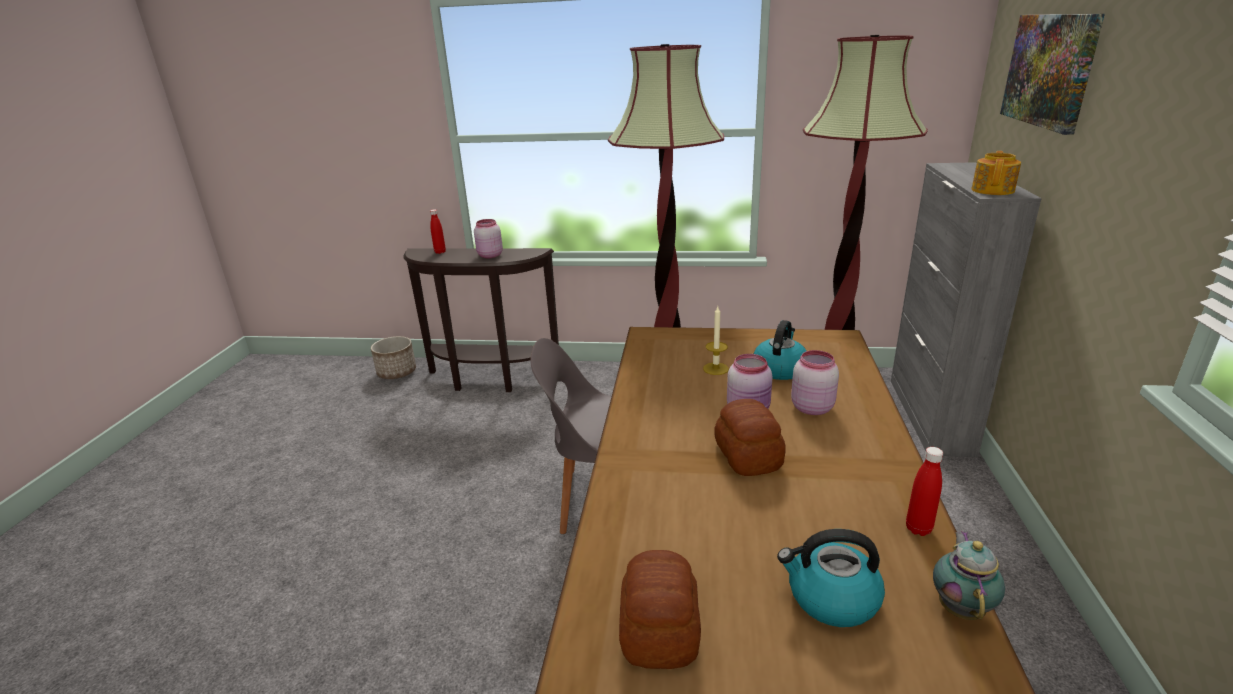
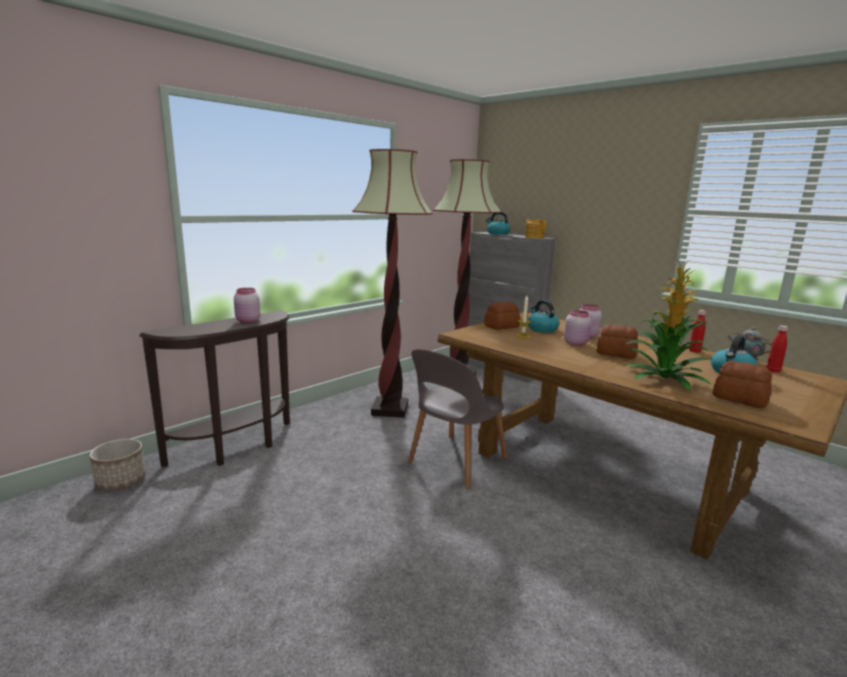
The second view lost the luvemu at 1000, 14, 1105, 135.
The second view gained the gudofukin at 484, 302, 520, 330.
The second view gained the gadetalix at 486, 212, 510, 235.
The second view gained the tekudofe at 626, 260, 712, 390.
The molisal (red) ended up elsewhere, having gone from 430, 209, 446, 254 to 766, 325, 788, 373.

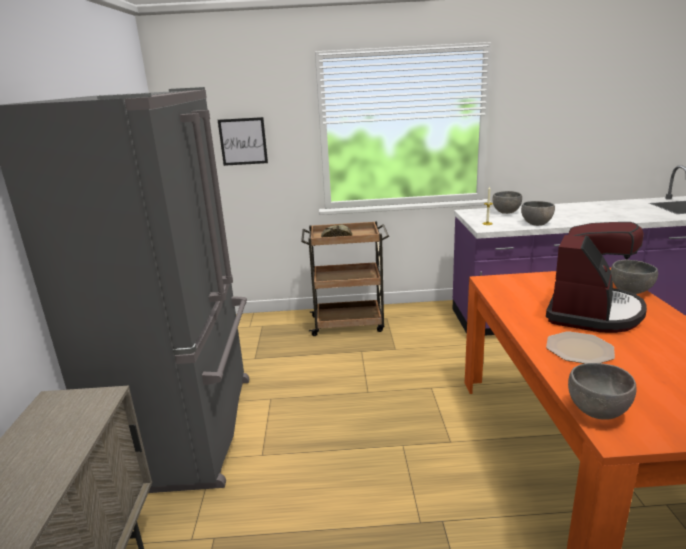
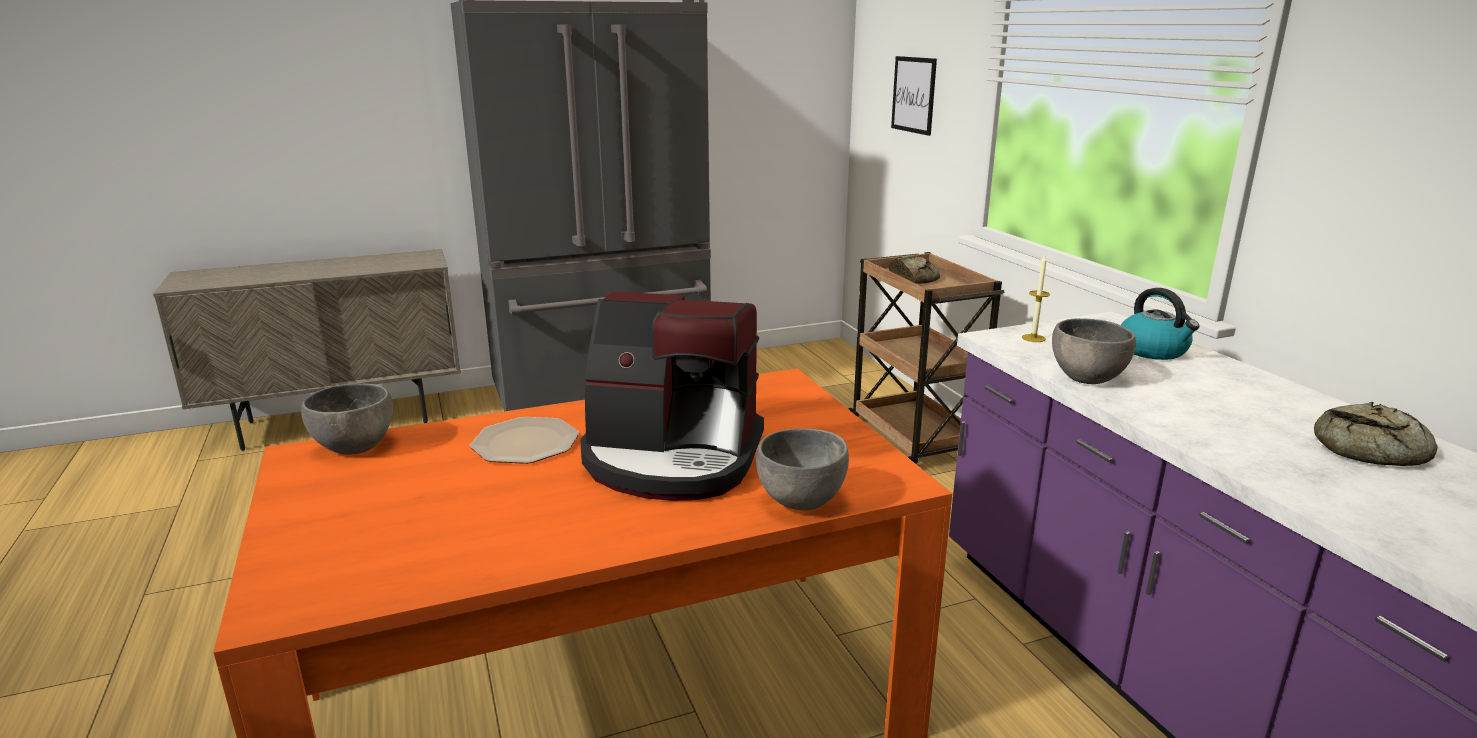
The second view gained the gudofukin at 1314, 402, 1438, 466.
Where the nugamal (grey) stood at 492, 191, 522, 214, the gadetalix came to stand at 1121, 288, 1200, 360.

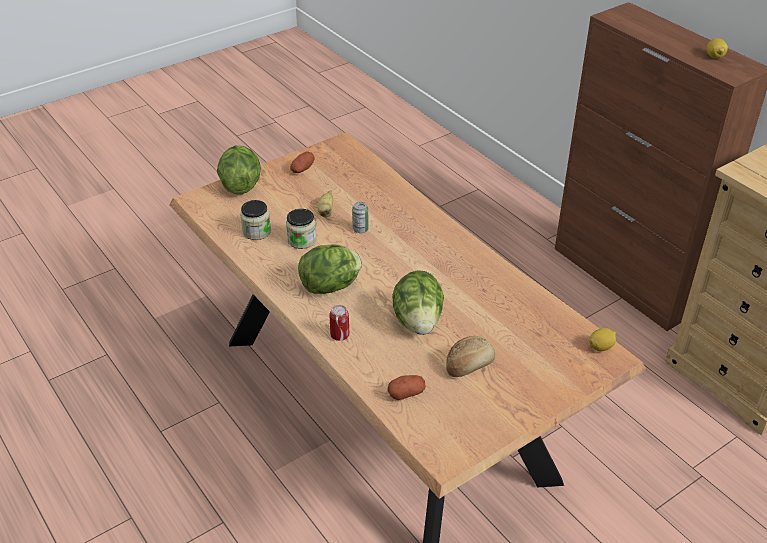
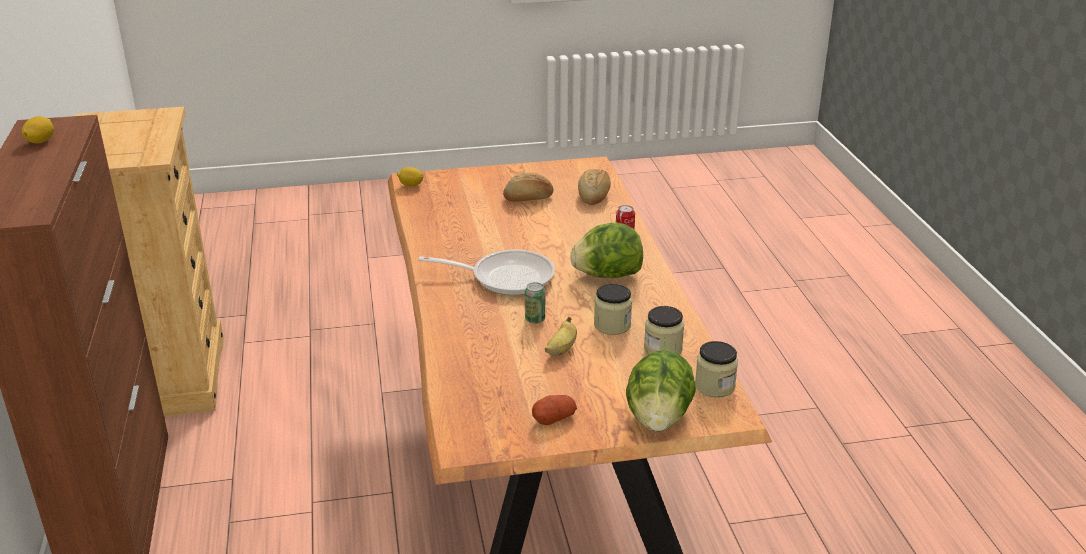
The second view lost the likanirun at 392, 270, 444, 335.
The second view gained the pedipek at 418, 250, 555, 295.
The second view gained the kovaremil at 695, 341, 738, 398.
Where the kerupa stood at 388, 375, 426, 400, the gudofukin came to stand at 578, 169, 611, 205.

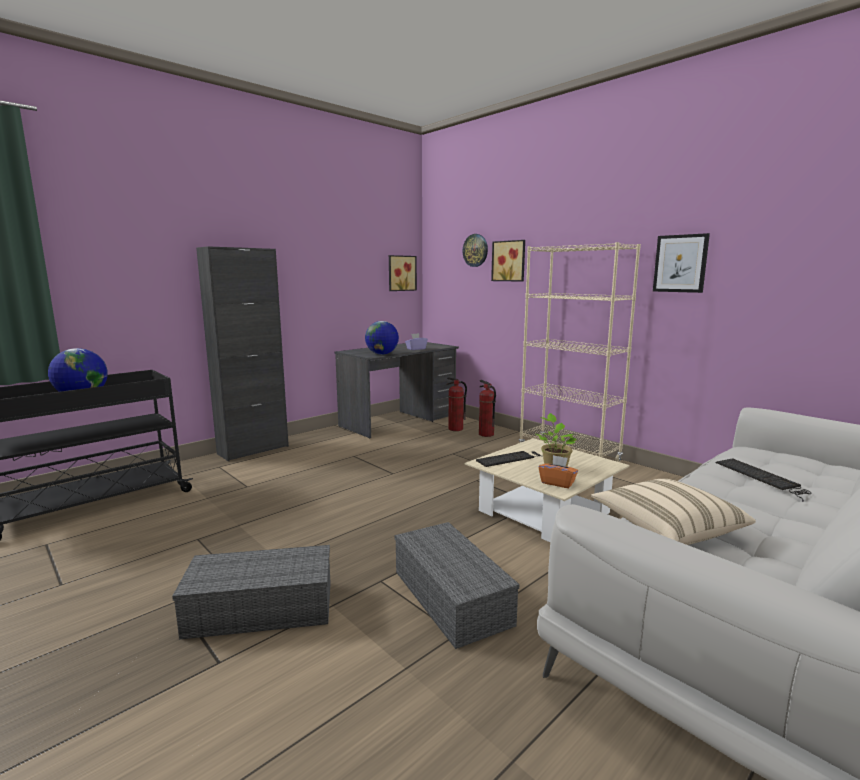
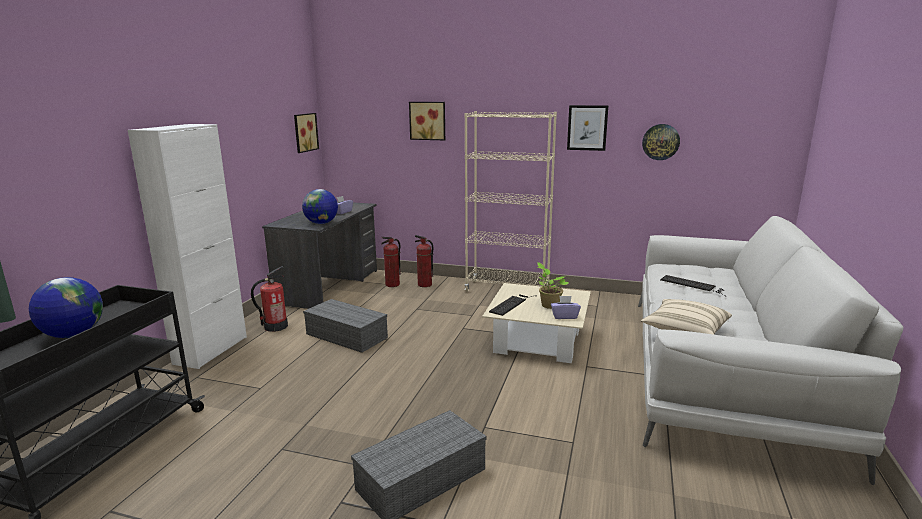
The second view gained the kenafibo at 251, 266, 288, 332.
The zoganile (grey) ended up elsewhere, having gone from 394, 522, 519, 649 to 303, 299, 388, 353.
The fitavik ended up elsewhere, having gone from 462, 234, 488, 267 to 642, 124, 680, 160.
What was the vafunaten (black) at 196, 246, 289, 461 turned into the vafunaten (white) at 128, 124, 247, 369.
What was the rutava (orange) at 538, 455, 578, 488 turned into the rutava (purple) at 551, 296, 581, 319.

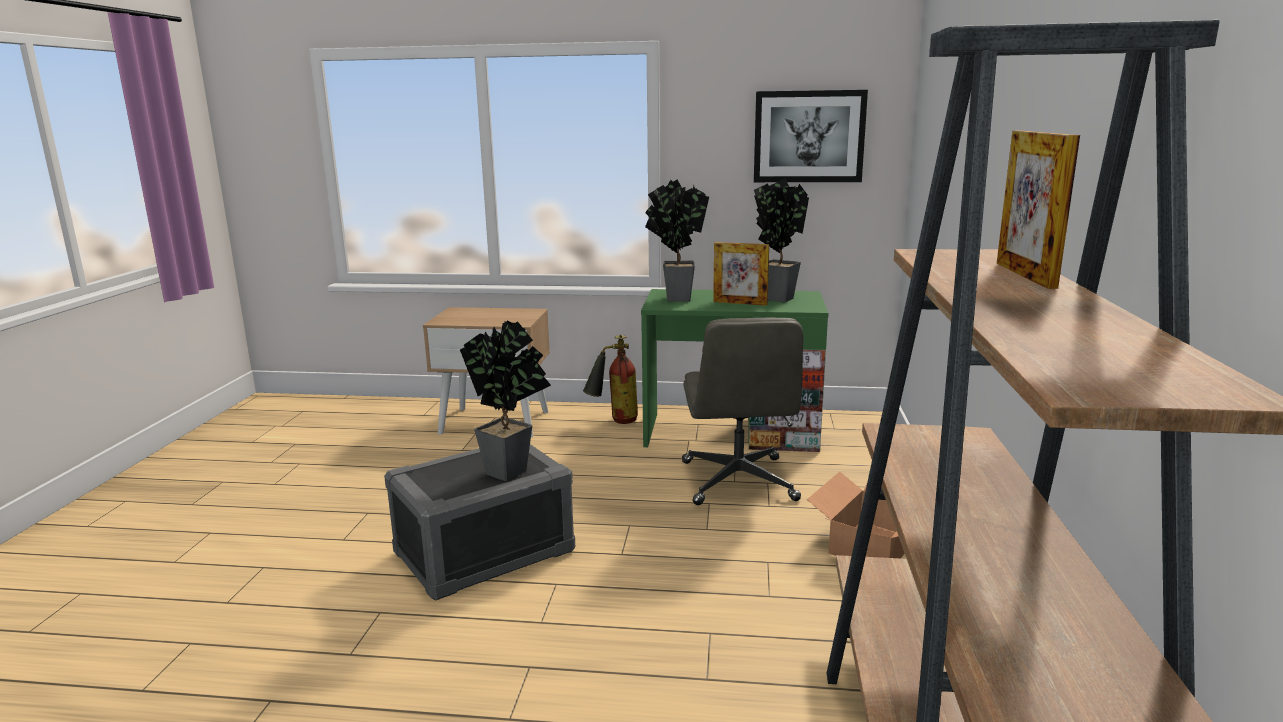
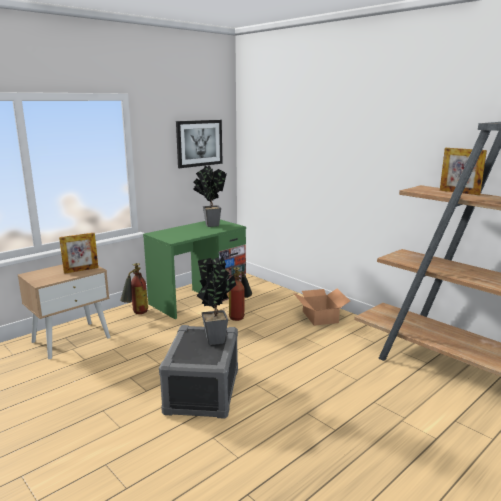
The second view lost the tekudofe at 645, 180, 709, 302.
The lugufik ended up elsewhere, having gone from 713, 242, 769, 306 to 59, 233, 98, 274.
Where the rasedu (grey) stood at 682, 318, 803, 505, the kenafibo came to stand at 229, 267, 252, 321.

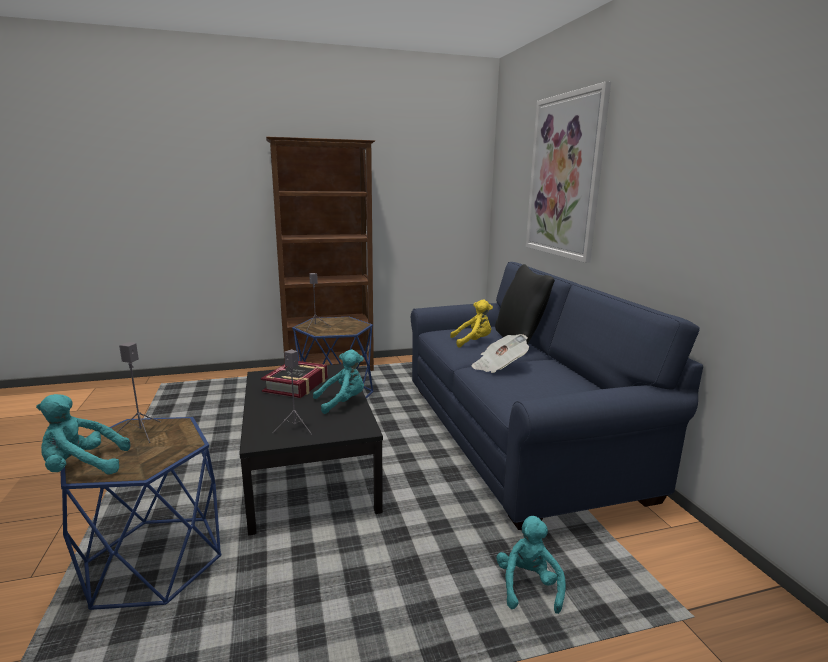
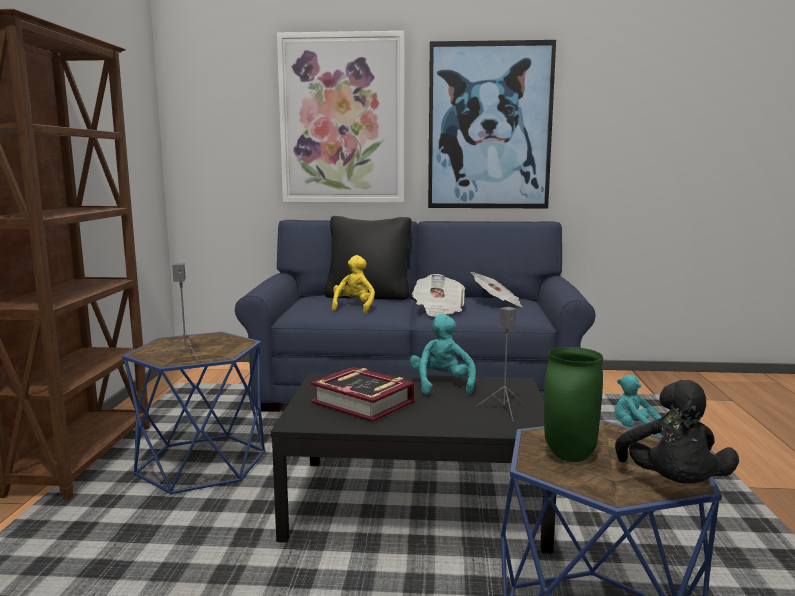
The second view gained the luvemu at 428, 40, 556, 208.
The second view gained the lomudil at 471, 272, 522, 307.
Where the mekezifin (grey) stood at 117, 342, 161, 443, the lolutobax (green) came to stand at 544, 347, 603, 462.
What was the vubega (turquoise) at 36, 394, 130, 474 turned into the vubega (black) at 615, 380, 739, 484.

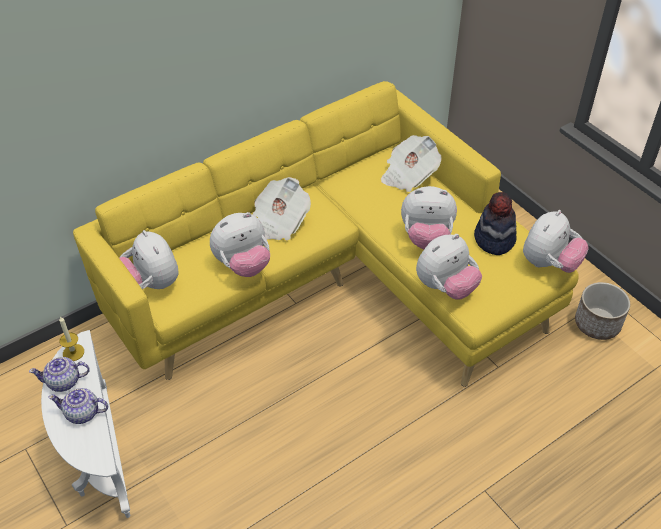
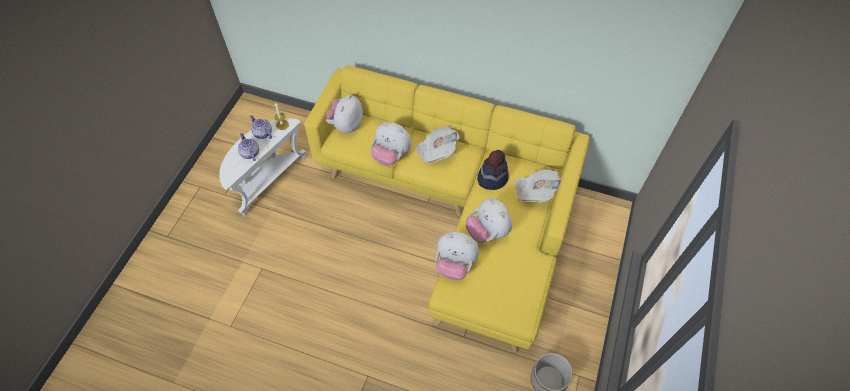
The second view lost the vubega at 523, 210, 589, 273.
The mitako ended up elsewhere, having gone from 474, 192, 517, 255 to 477, 150, 509, 190.

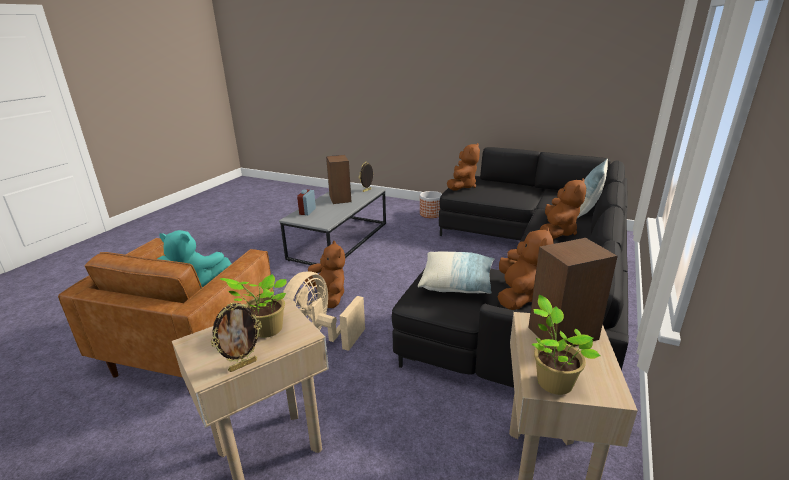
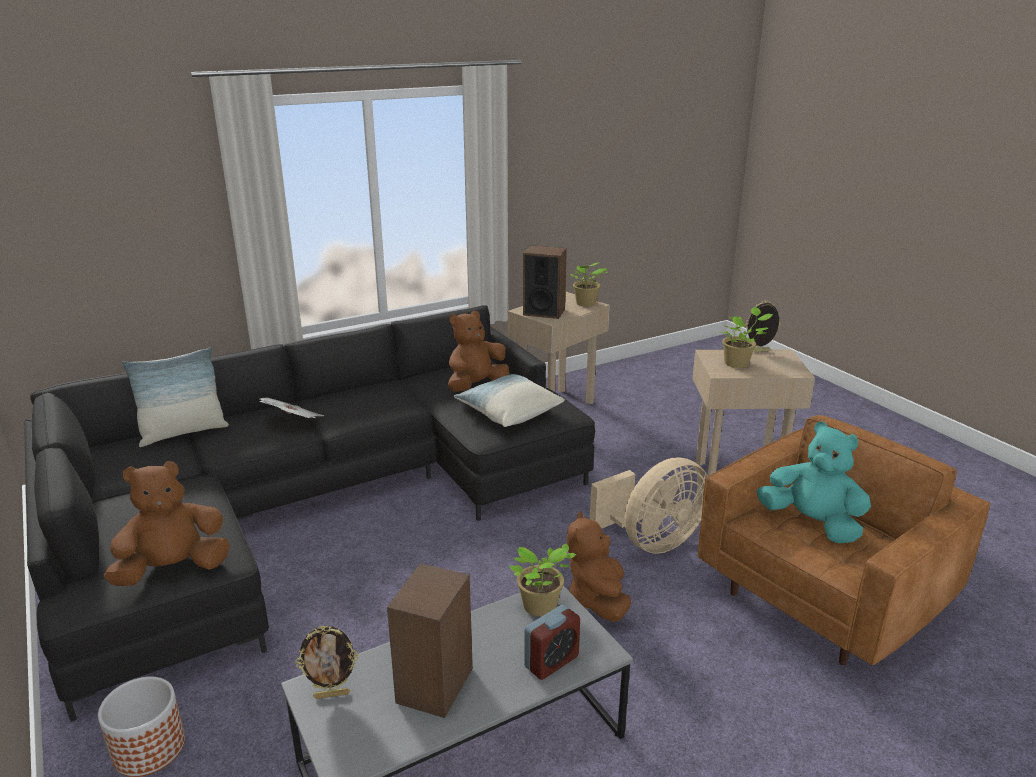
The second view gained the tekudofe at 509, 544, 576, 617.
Where the vubega (brown) stood at 540, 178, 586, 239, the lomudil came to stand at 259, 398, 325, 418.

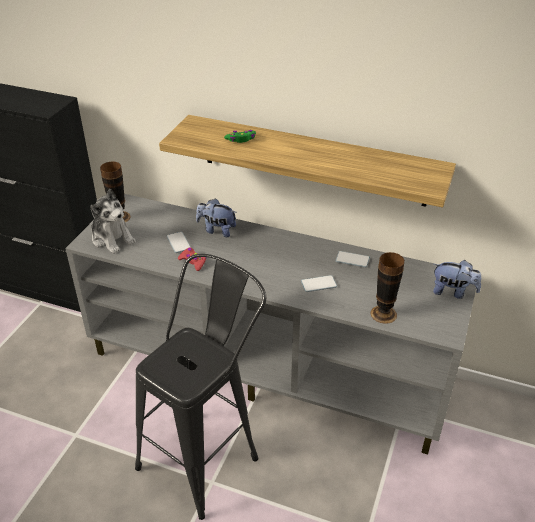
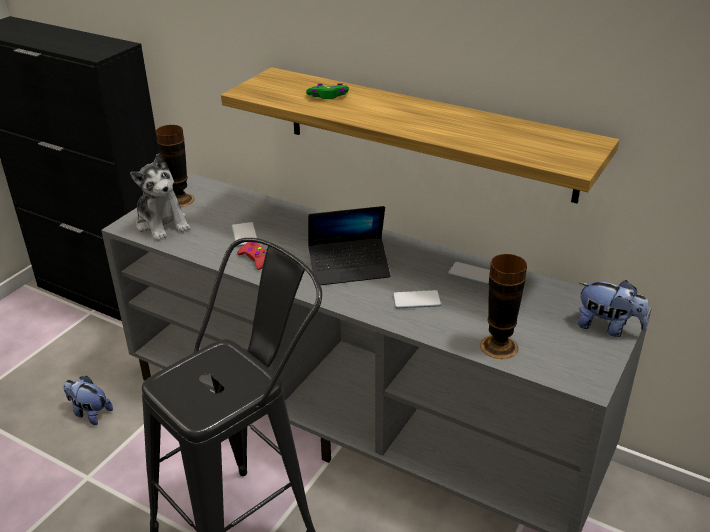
The second view gained the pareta at 308, 206, 390, 285.
The vubega ended up elsewhere, having gone from 196, 198, 237, 237 to 64, 376, 113, 425.

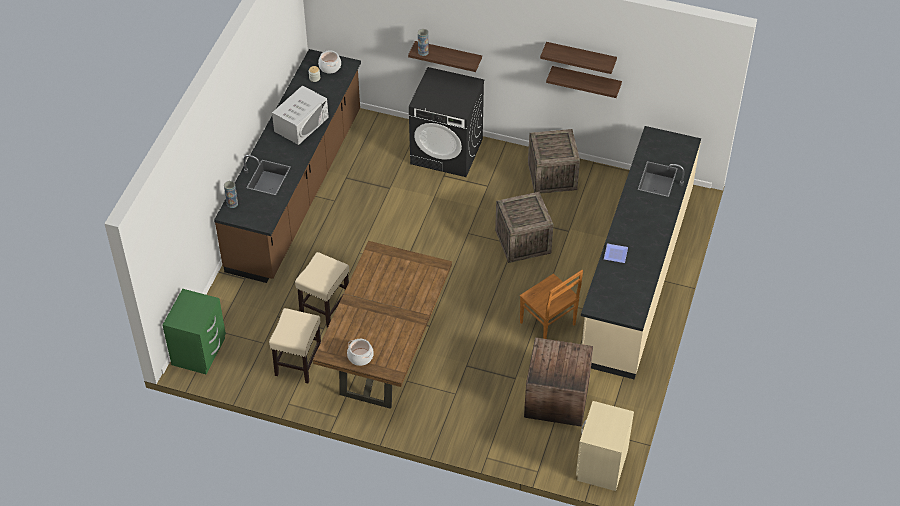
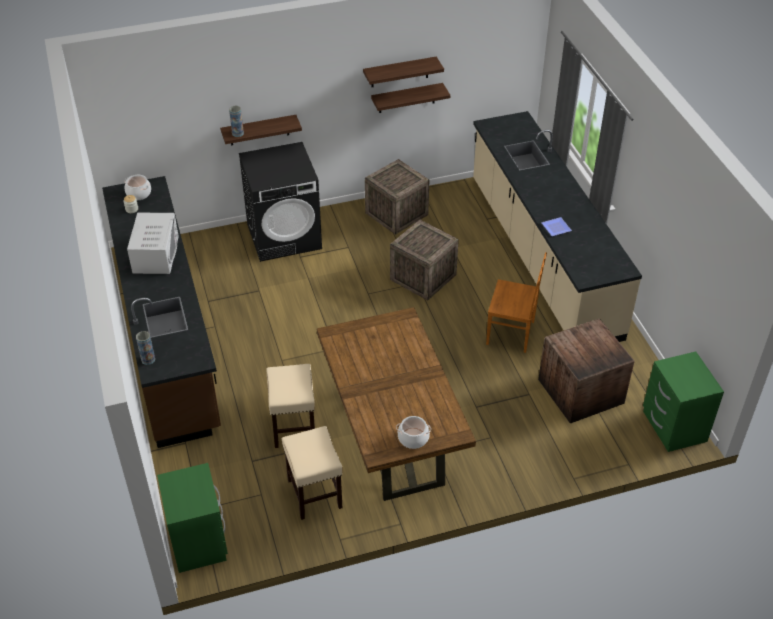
What was the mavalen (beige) at 576, 401, 634, 491 turned into the mavalen (green) at 643, 351, 724, 452.

